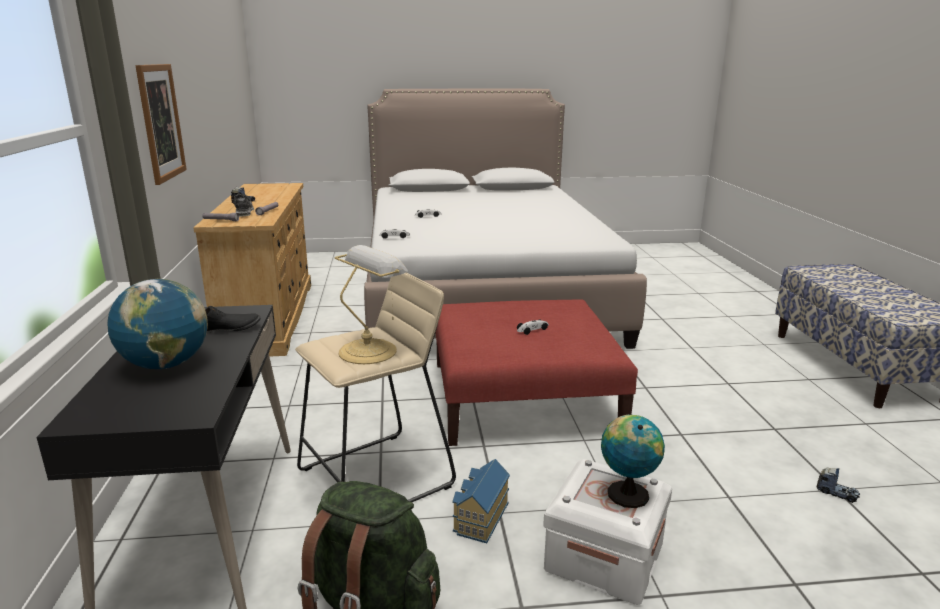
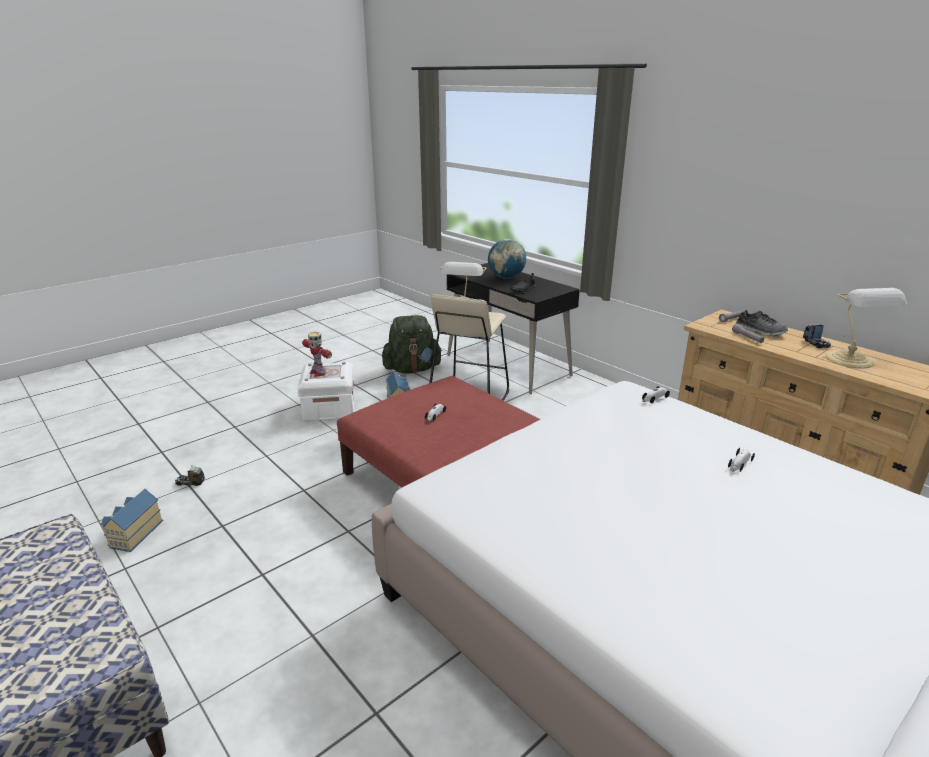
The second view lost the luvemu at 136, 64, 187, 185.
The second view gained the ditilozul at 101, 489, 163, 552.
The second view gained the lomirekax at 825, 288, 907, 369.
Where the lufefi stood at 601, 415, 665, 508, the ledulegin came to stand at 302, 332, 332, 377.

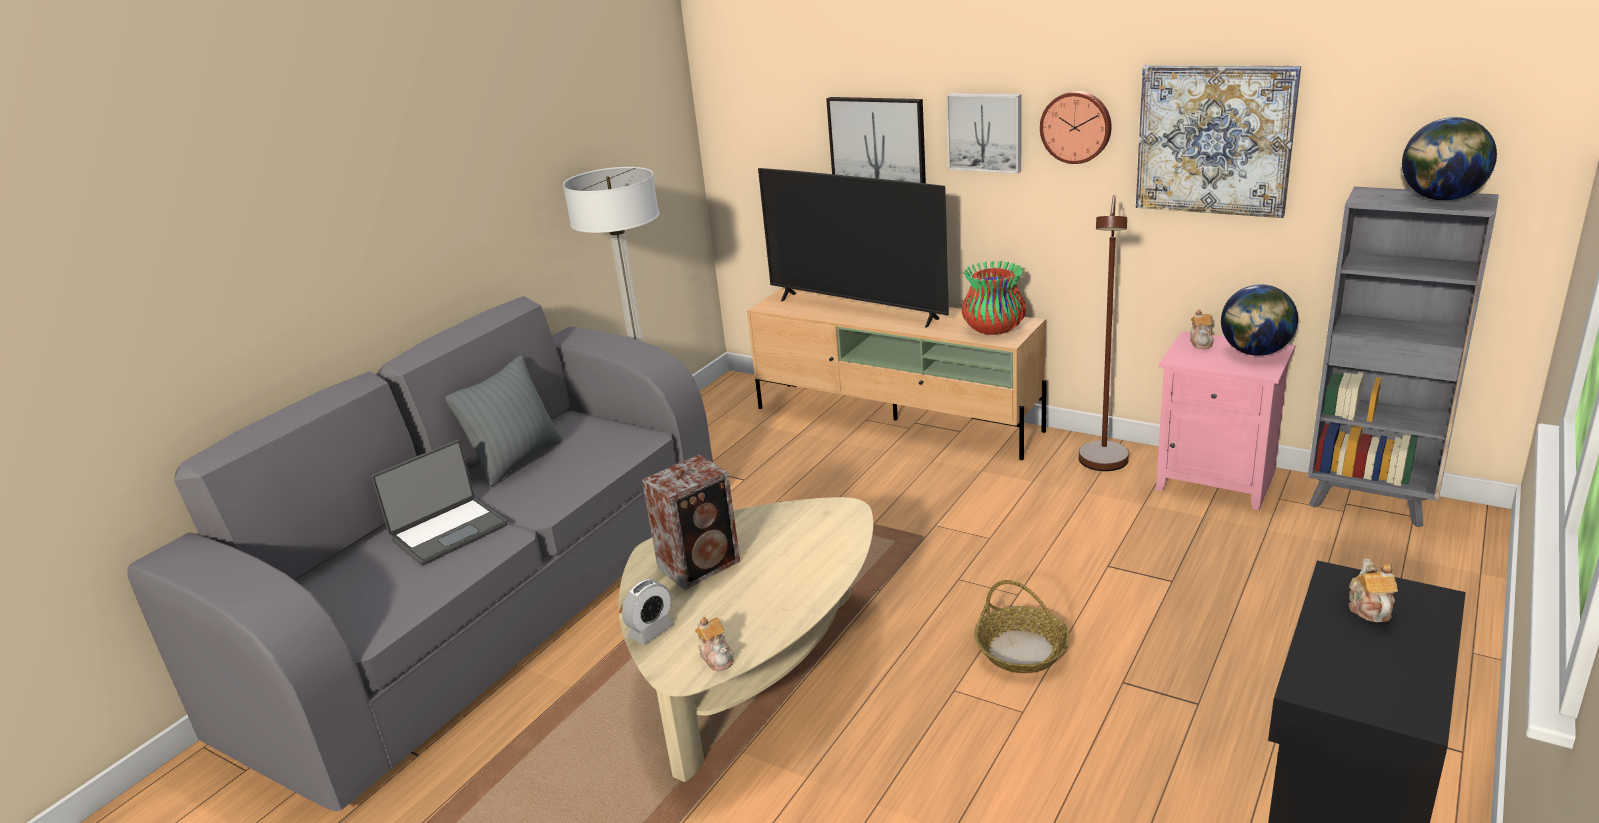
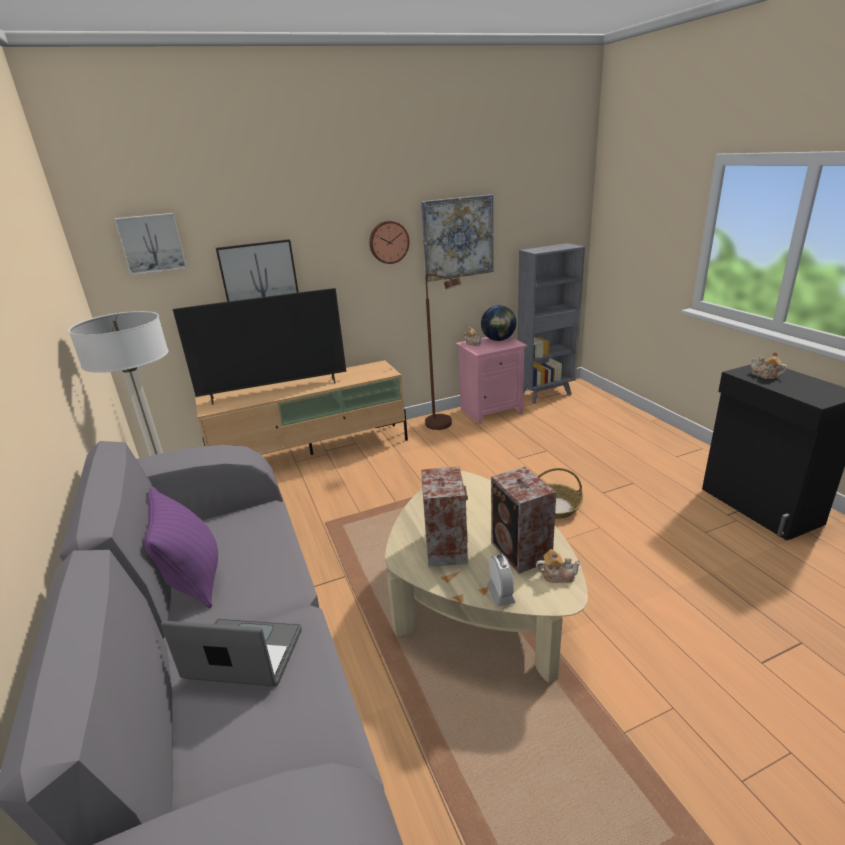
The second view lost the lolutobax at 962, 261, 1026, 335.
The second view lost the lufefi at 1402, 117, 1497, 201.
The second view gained the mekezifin at 491, 467, 556, 573.
The luvemu ended up elsewhere, having gone from 946, 93, 1021, 174 to 114, 213, 187, 275.
What was the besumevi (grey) at 445, 356, 563, 488 turned into the besumevi (purple) at 144, 487, 218, 608.
The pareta at 371, 440, 507, 566 ended up facing another way, 75 degrees counterclockwise from before.

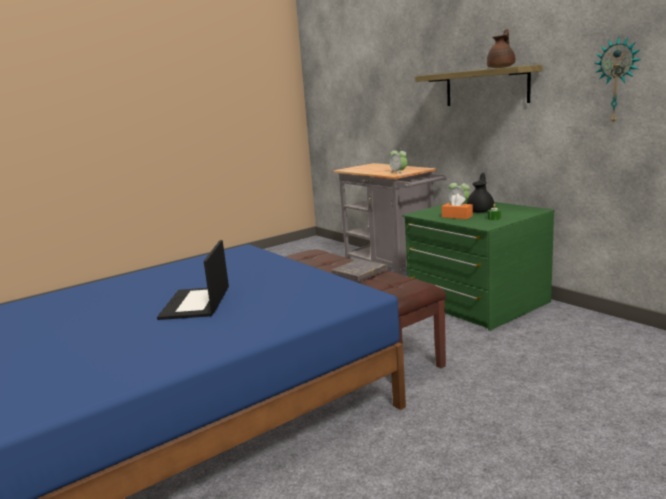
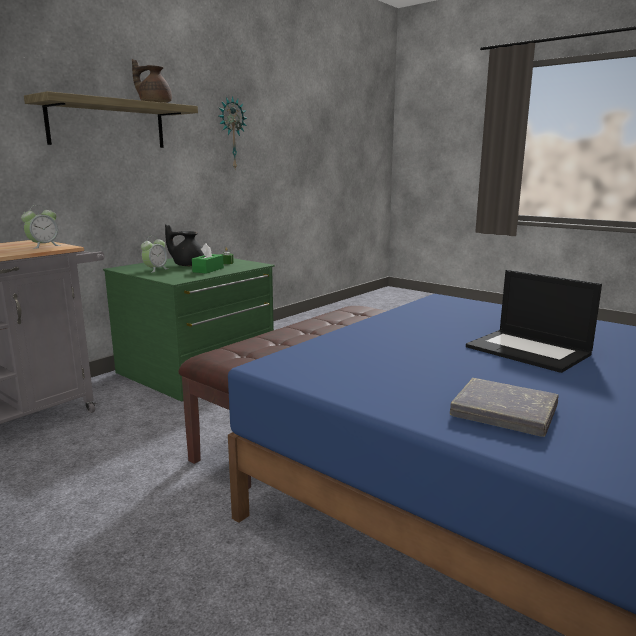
The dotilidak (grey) ended up elsewhere, having gone from 331, 259, 386, 282 to 450, 378, 558, 437.
What was the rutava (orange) at 442, 194, 473, 219 turned into the rutava (green) at 192, 243, 224, 274.
The pareta at 157, 240, 229, 320 ended up facing another way, 60 degrees clockwise from before.

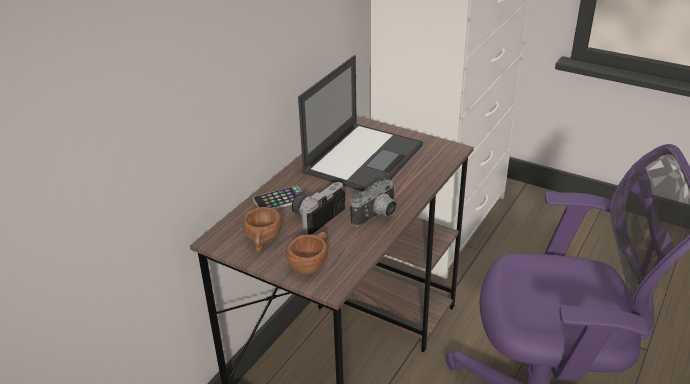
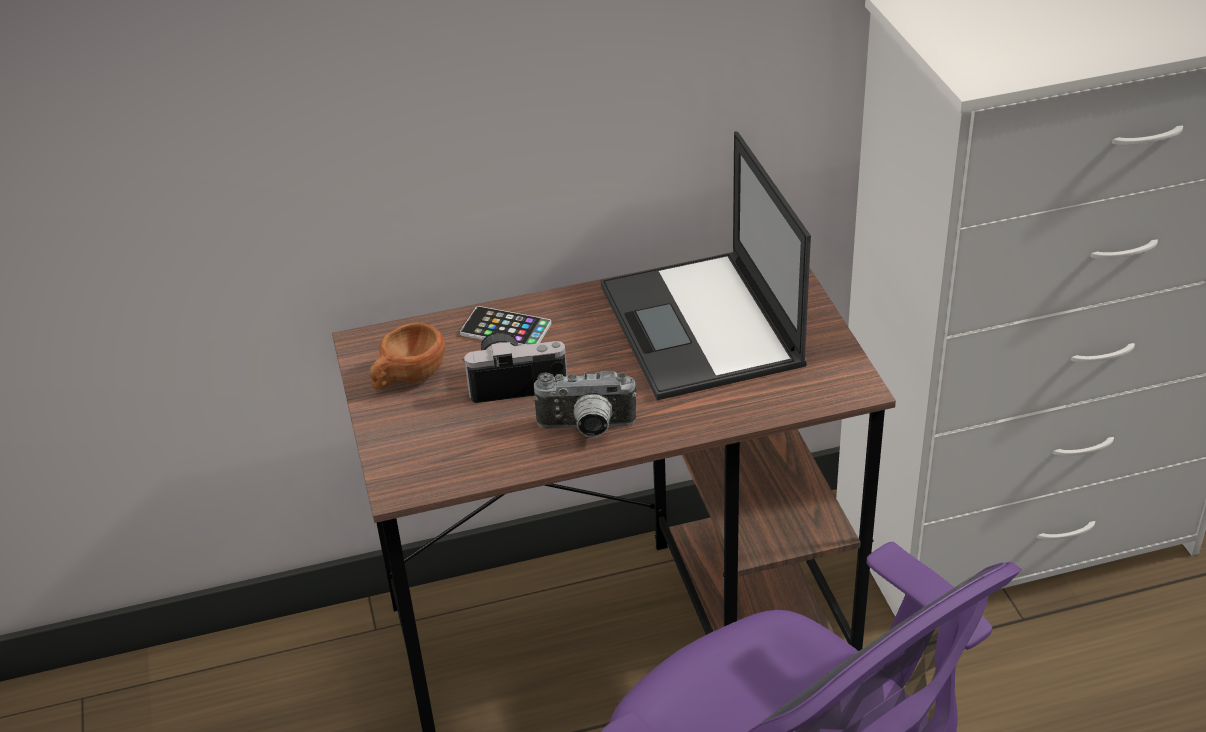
The second view lost the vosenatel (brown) at 286, 232, 328, 274.
The pareta at 298, 55, 423, 191 ended up facing another way, 90 degrees clockwise from before.

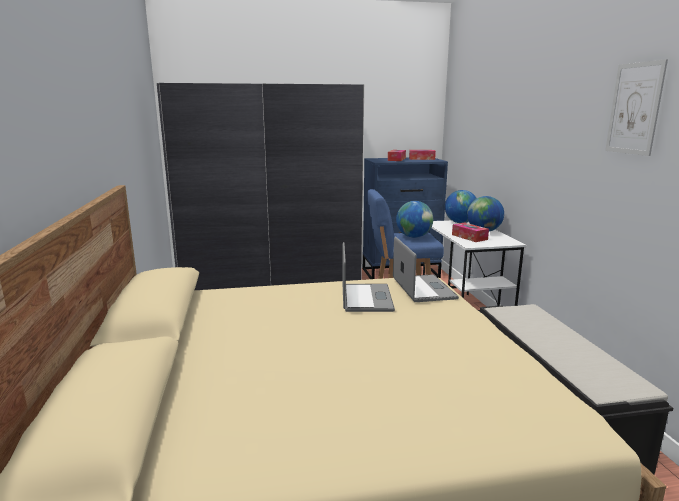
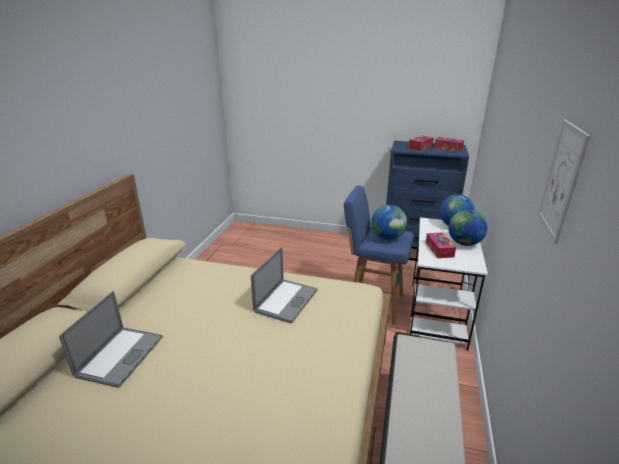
The second view lost the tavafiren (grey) at 157, 83, 364, 290.
The pareta ended up elsewhere, having gone from 393, 237, 459, 302 to 59, 291, 163, 388.

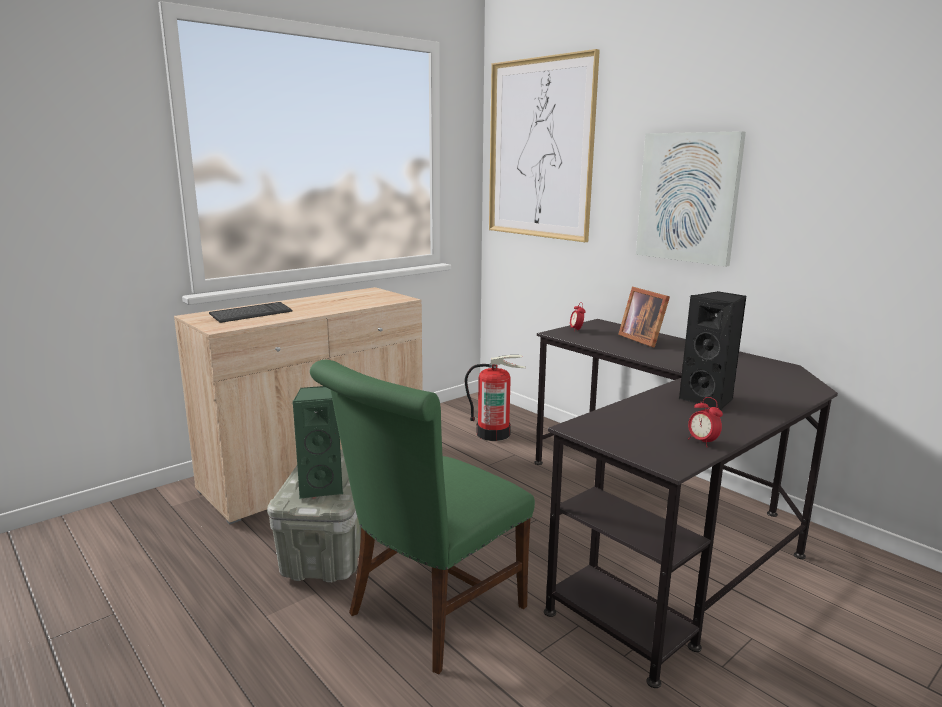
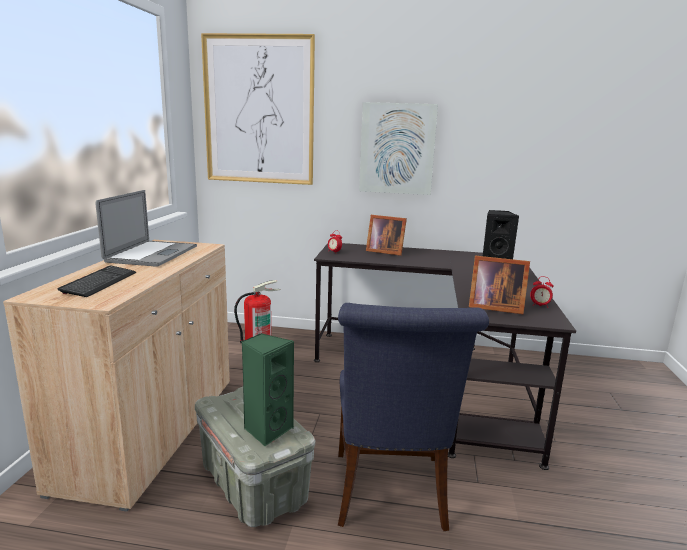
The second view gained the pareta at 96, 190, 197, 267.
The second view gained the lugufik at 469, 256, 530, 314.
What was the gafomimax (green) at 310, 360, 535, 674 turned into the gafomimax (blue) at 338, 303, 489, 531.

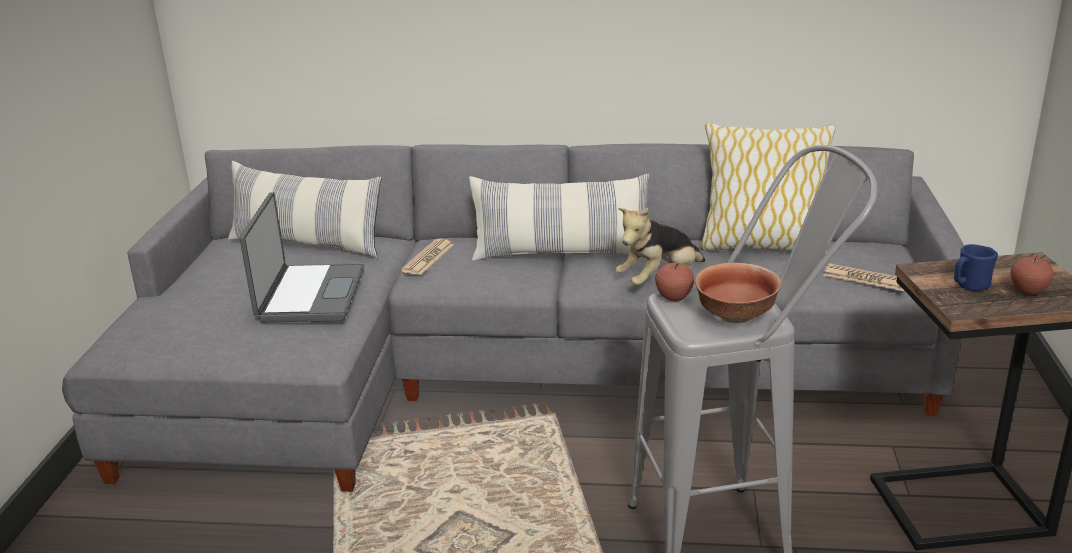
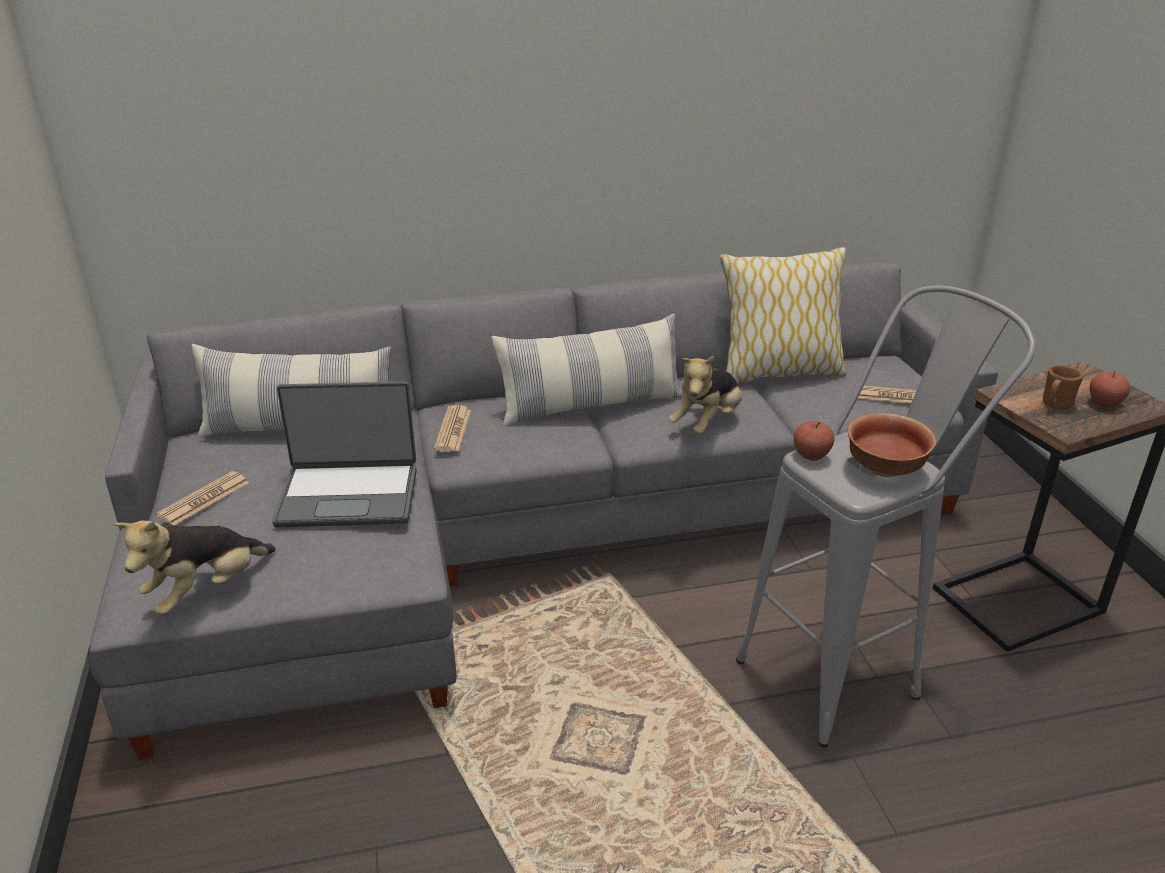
The second view gained the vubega at 114, 521, 275, 615.
The second view gained the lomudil at 156, 471, 249, 525.
What was the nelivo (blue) at 954, 244, 998, 291 turned into the nelivo (brown) at 1043, 365, 1084, 410.
The pareta at 240, 192, 364, 323 ended up facing another way, 105 degrees clockwise from before.

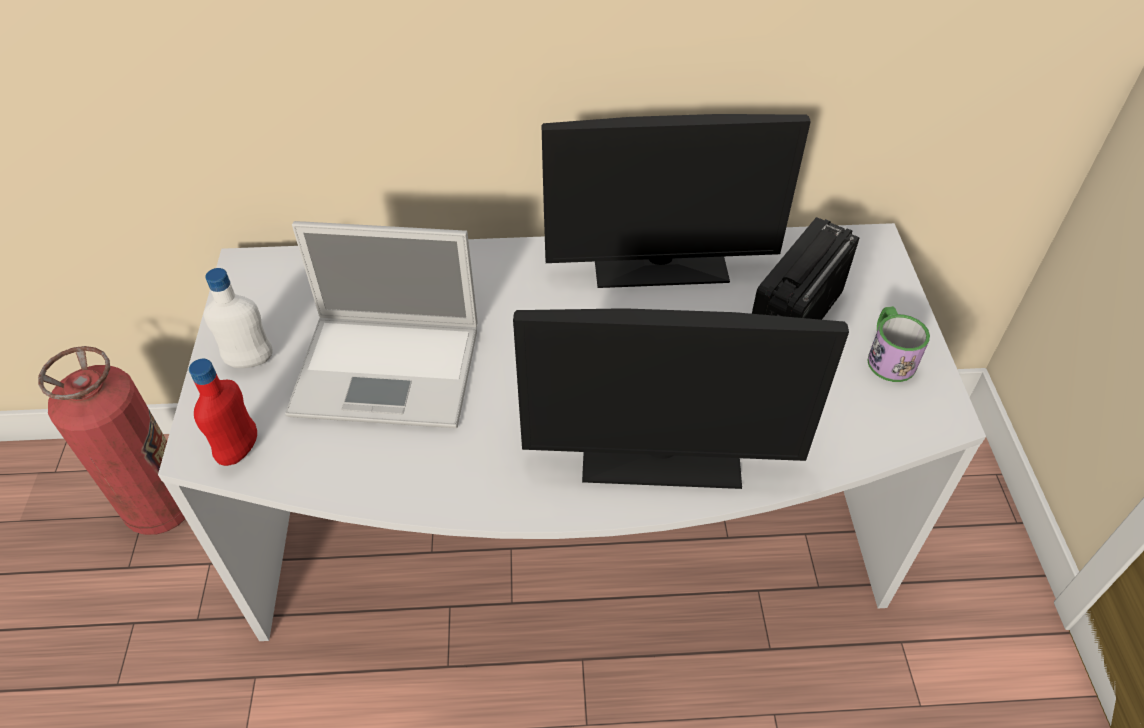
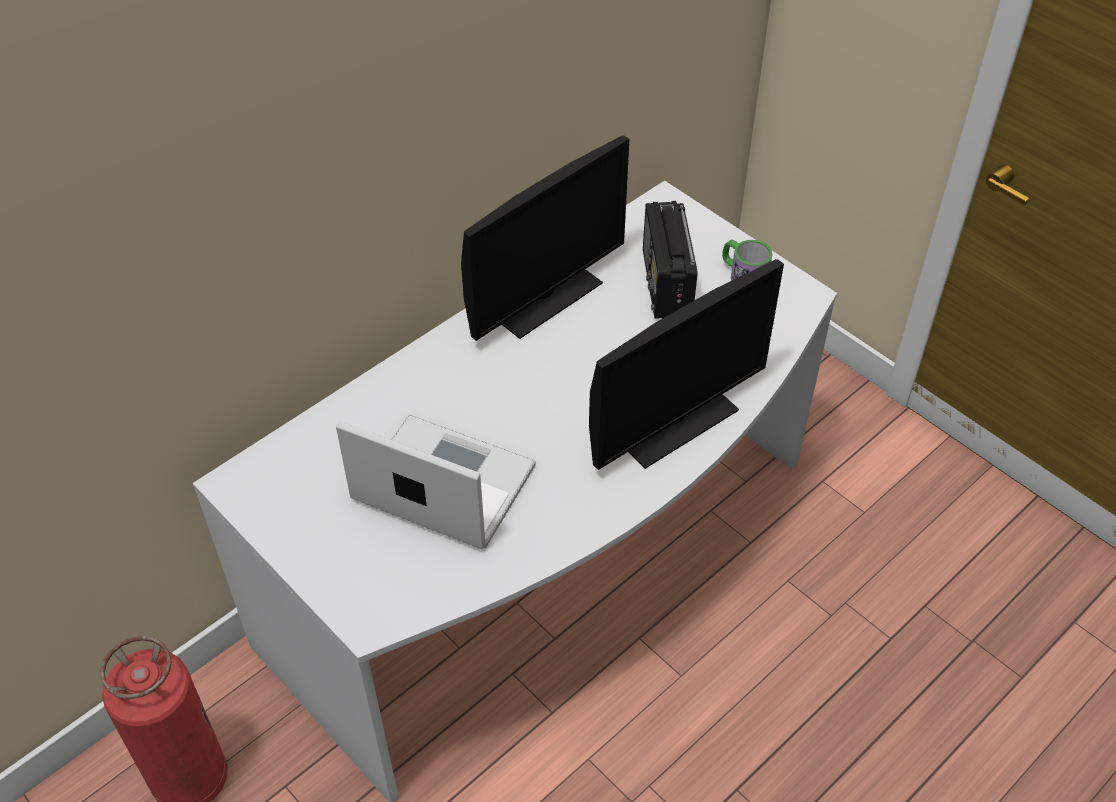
The second view lost the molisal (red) at 189, 359, 257, 466.
The second view lost the molisal (white) at 203, 268, 273, 368.
The pareta at 285, 221, 478, 428 ended up facing another way, 120 degrees counterclockwise from before.

